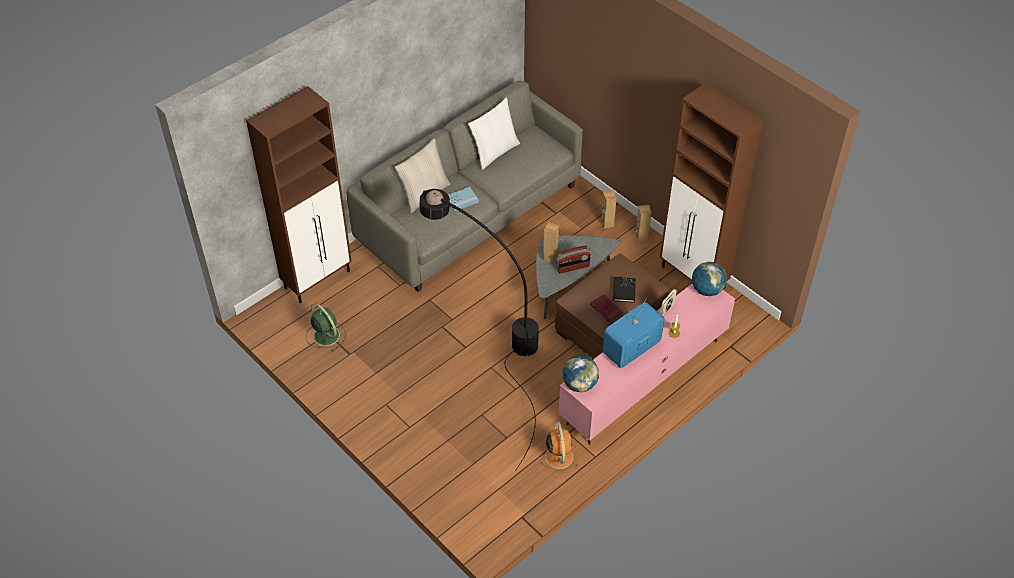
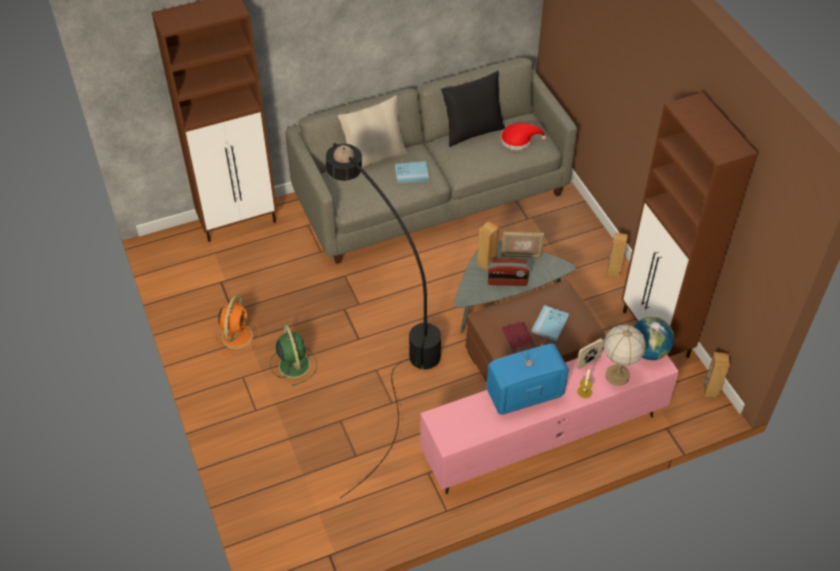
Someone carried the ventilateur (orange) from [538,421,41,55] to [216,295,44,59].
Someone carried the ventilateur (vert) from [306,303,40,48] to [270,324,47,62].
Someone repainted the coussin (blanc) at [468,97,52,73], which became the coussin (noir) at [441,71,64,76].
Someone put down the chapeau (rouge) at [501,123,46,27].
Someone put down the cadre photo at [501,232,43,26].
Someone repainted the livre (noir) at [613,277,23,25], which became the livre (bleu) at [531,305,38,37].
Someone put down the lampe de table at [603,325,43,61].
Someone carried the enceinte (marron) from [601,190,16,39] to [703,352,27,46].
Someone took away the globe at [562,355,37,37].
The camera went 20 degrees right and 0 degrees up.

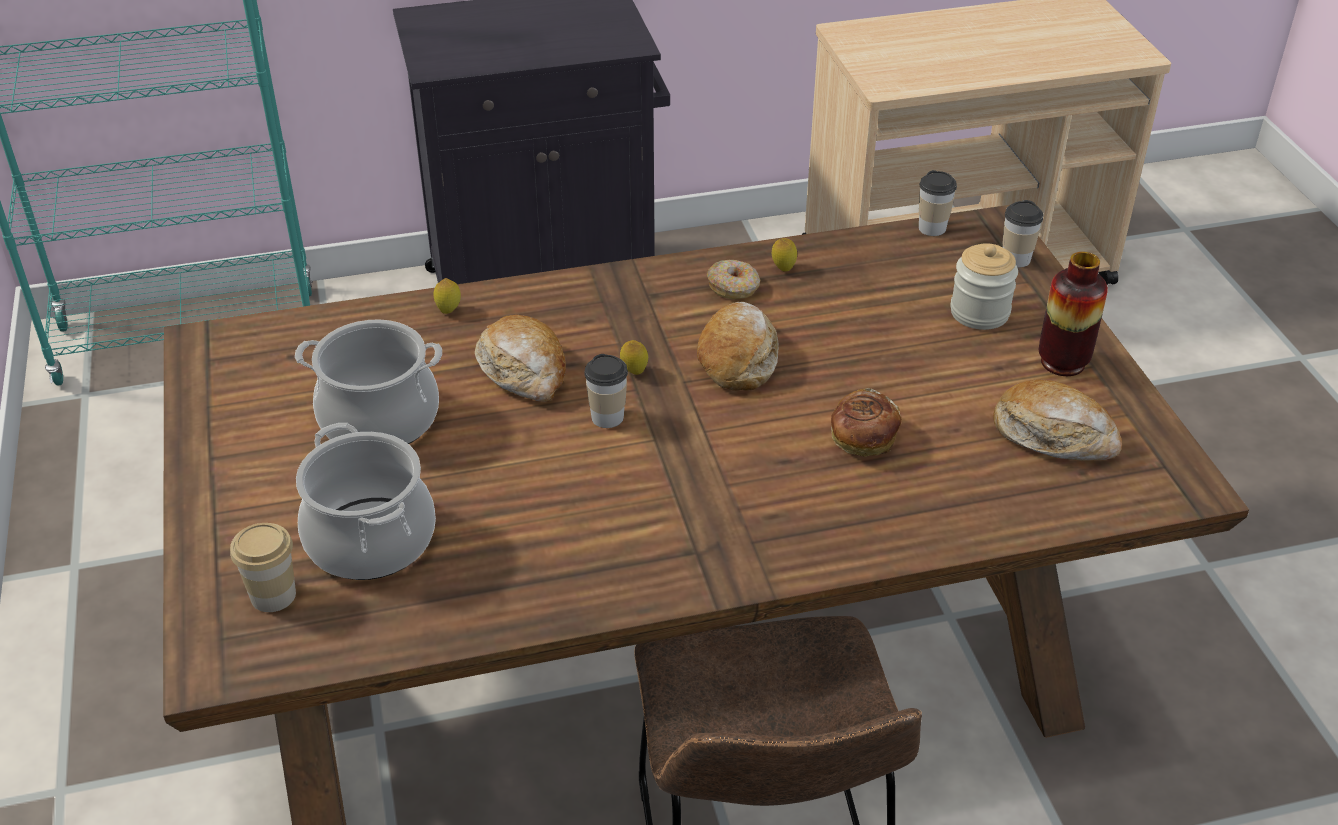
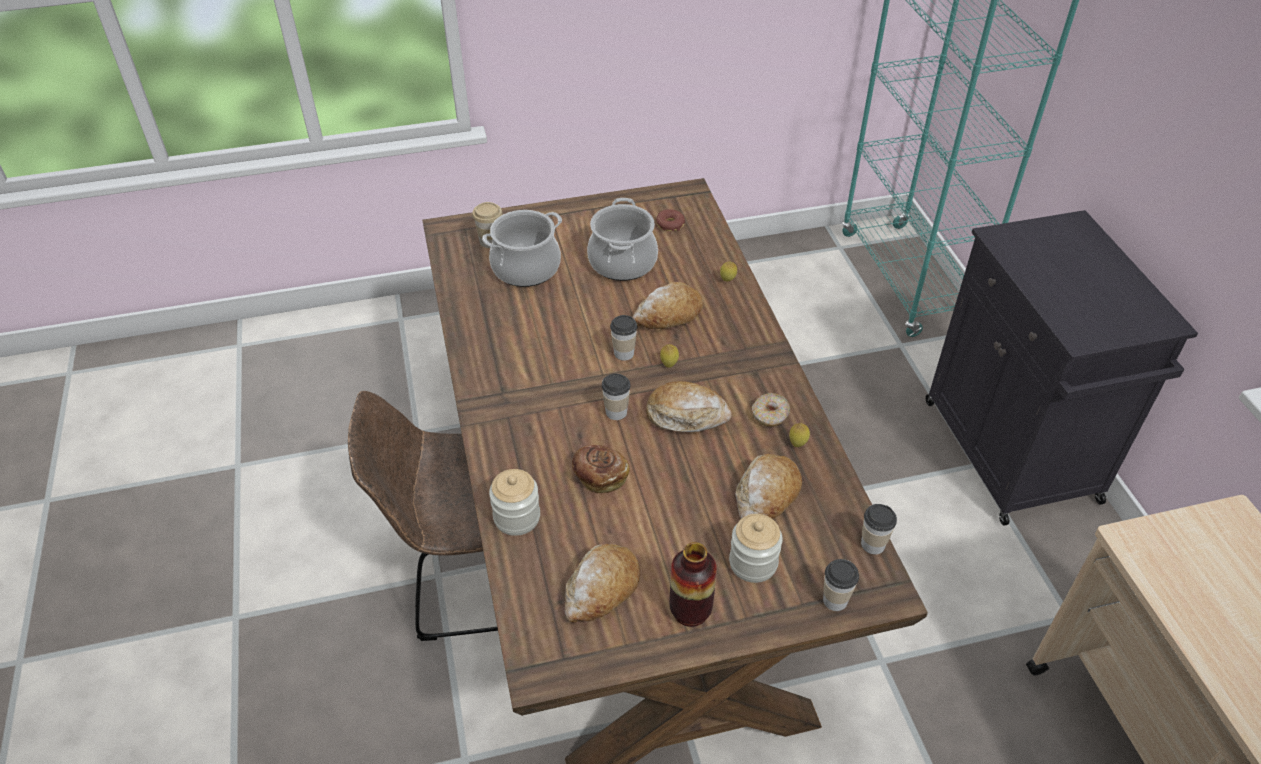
Someone put down the bocal at [489,469,51,67].
Someone put down the tasse at [602,373,29,47].
Someone put down the beignet at [656,209,29,22].
Someone put down the pain at [735,454,67,65].
The camera went 90 degrees right and 5 degrees up.

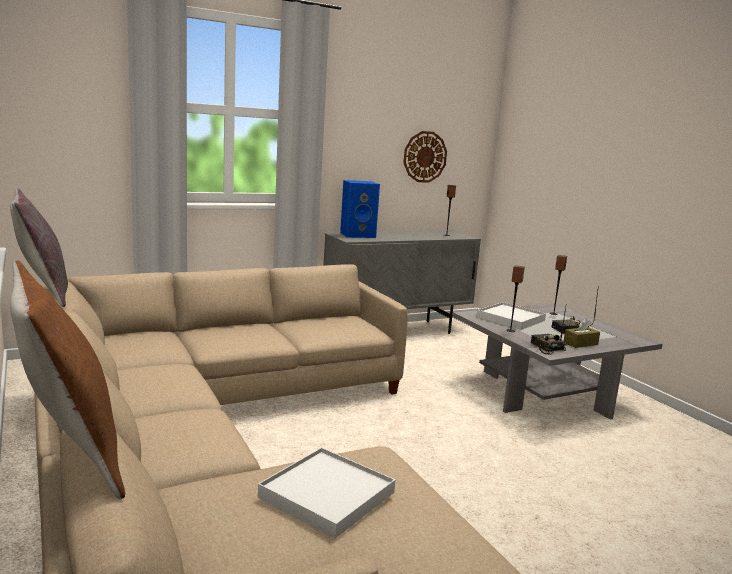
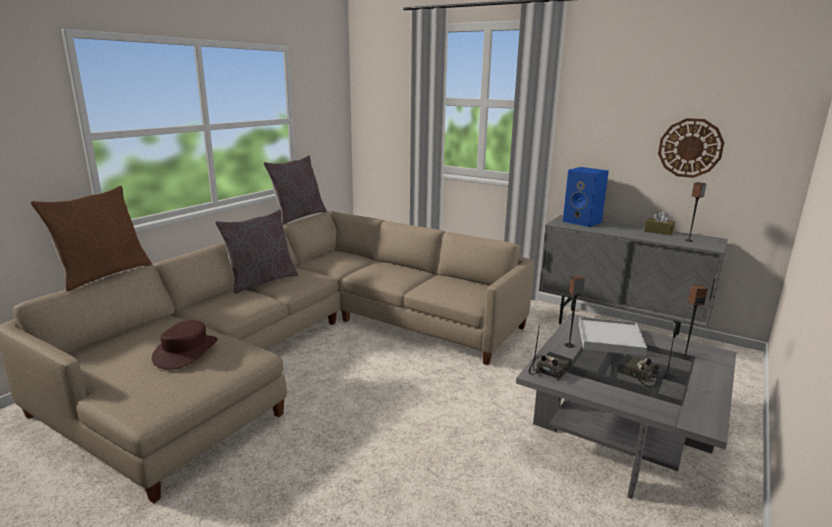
Someone swapped the plateau (blanc) at [258,447,137,91] for the chapeau (marron) at [152,320,66,49].
Someone put down the coussin (gris) at [215,209,83,85].
Someone carried the boîte à mouchoirs (marron) from [564,318,36,30] to [644,211,31,24].
The camera went 60 degrees right and 5 degrees up.

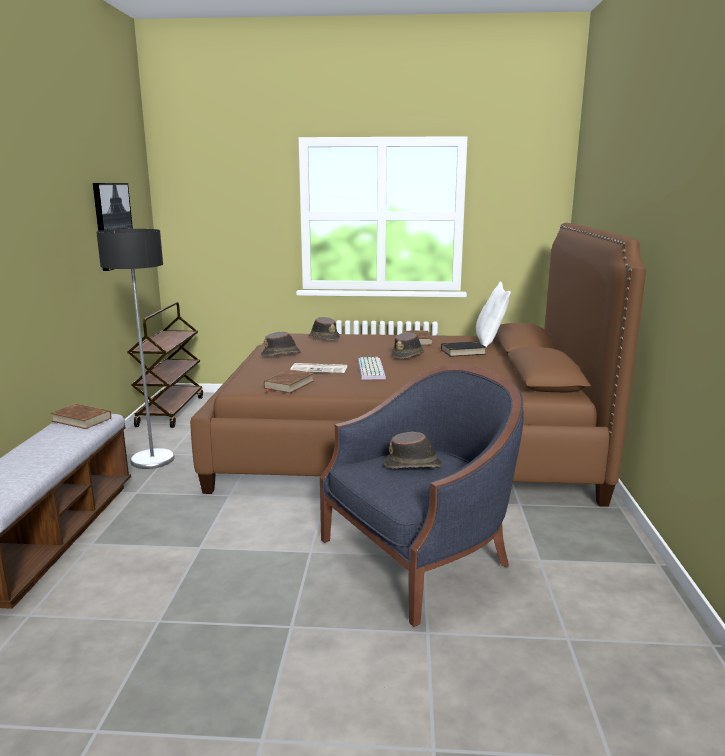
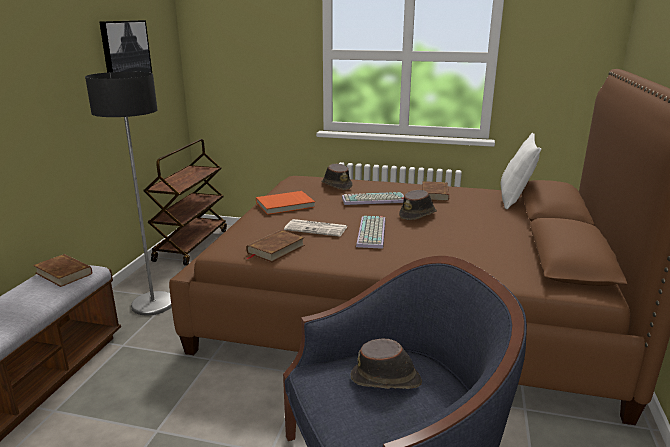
Someone swapped the chapeau (marron) at [261,332,40,24] for the livre (orange) at [256,191,59,24].
Someone put down the clavier at [342,192,62,13].
Someone took away the livre (noir) at [441,341,46,16].
The camera went 10 degrees right and 5 degrees up.

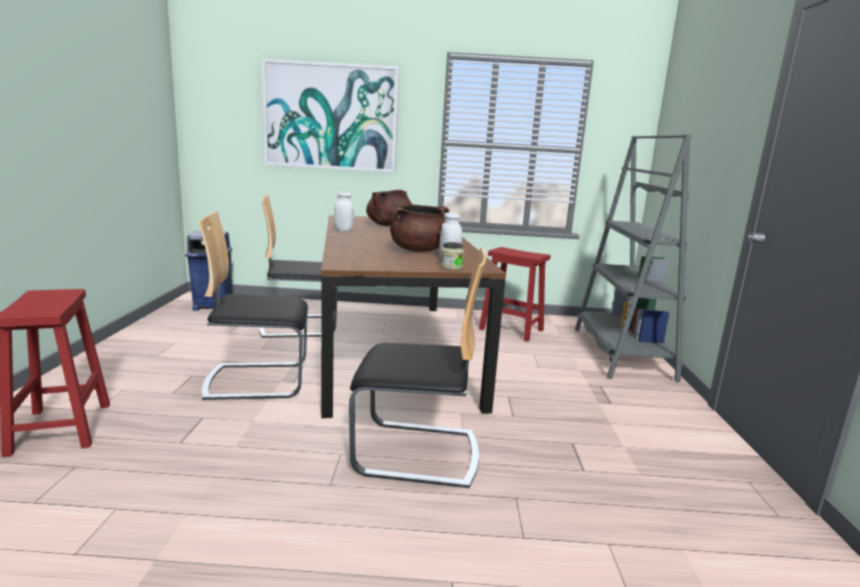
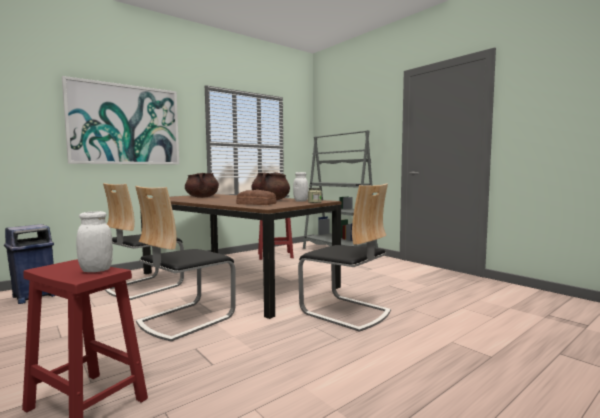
Someone carried the bocal (blanc) from [334,192,20,39] to [76,211,37,61].
Someone put down the pain at [236,190,41,15].
Someone rotated the chaise at [349,247,137,241] by 75 degrees clockwise.
The camera went 40 degrees left and 10 degrees down.

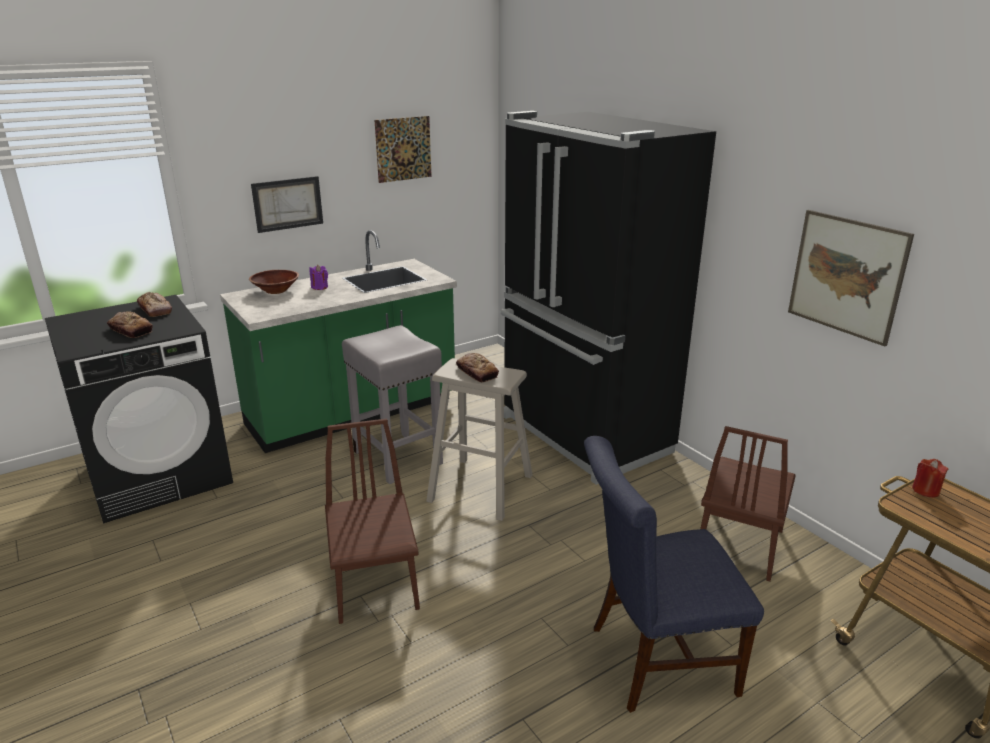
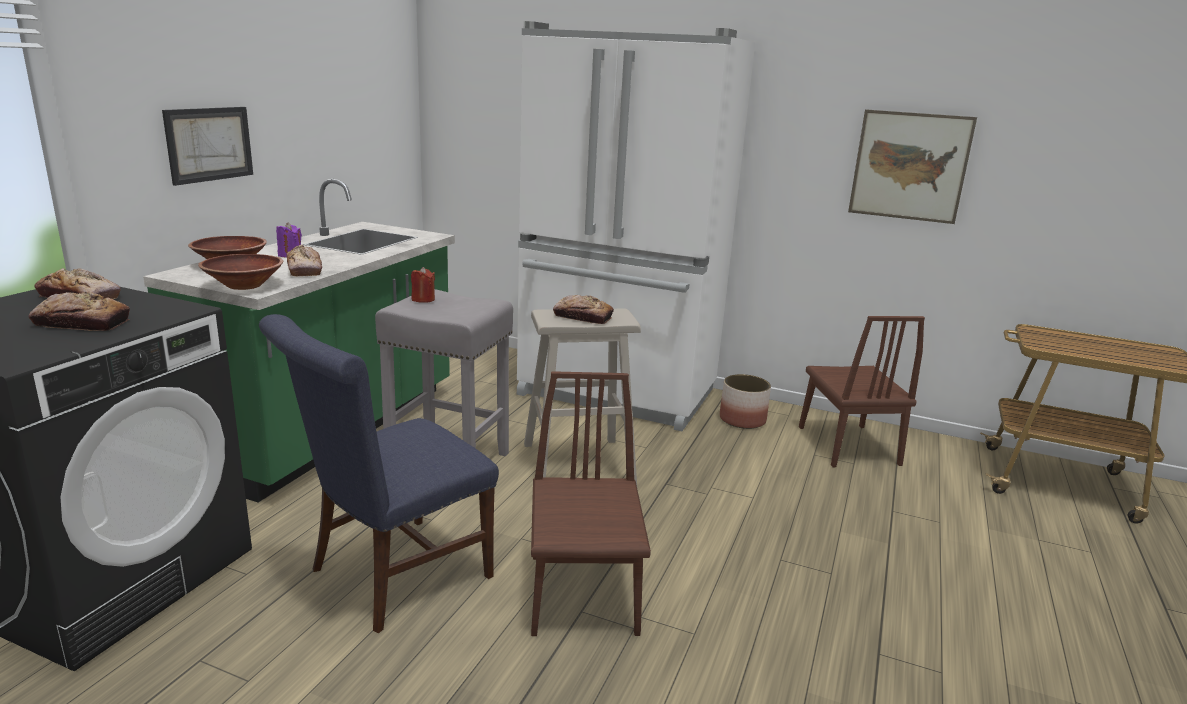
Someone put down the bol (marron) at [198,254,85,36].
Someone carried the chaise (bleu) from [584,436,180,277] to [259,314,240,319].
Someone put down the pain at [286,245,36,32].
Someone carried the bougie (rouge) from [912,459,36,39] to [411,267,24,36].
Someone repainted the réfrigérateur (noir) at [500,111,216,374], which became the réfrigérateur (blanc) at [517,21,238,410].
Someone rotated the chaise (marron) at [325,418,95,206] by 45 degrees clockwise.
Someone put down the cache-pot at [720,374,51,55].
Someone took away the tableau at [374,116,58,67].
The camera went 35 degrees left and 5 degrees down.

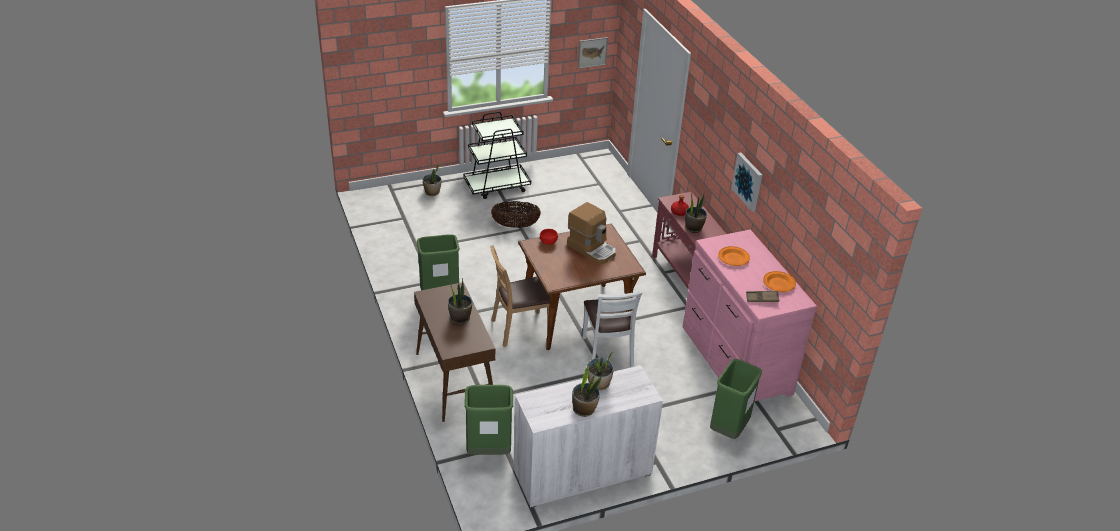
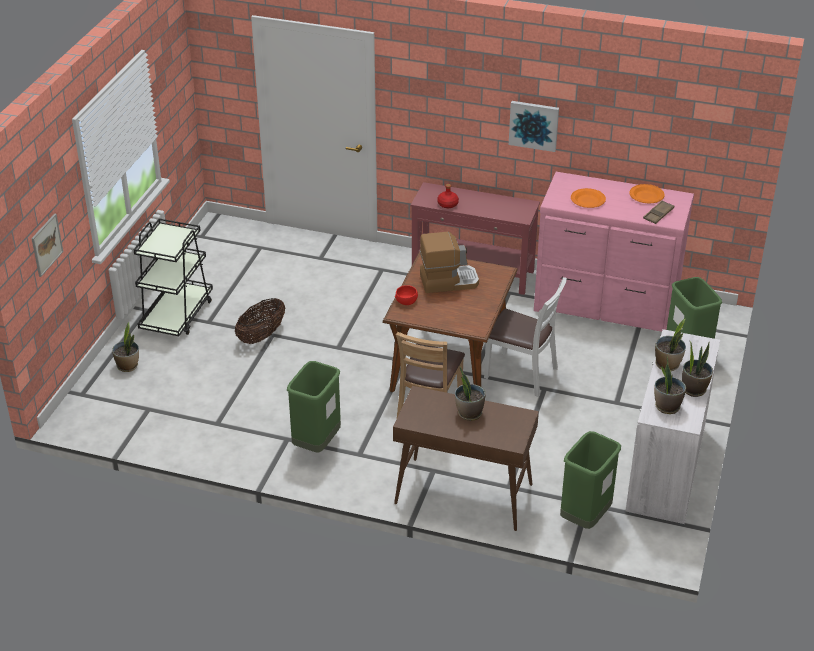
Someone carried the tableau from [578,37,30,32] to [31,214,32,63].
Someone carried the plante en pot from [685,193,22,40] to [654,357,32,57].
The camera went 50 degrees left and 0 degrees up.

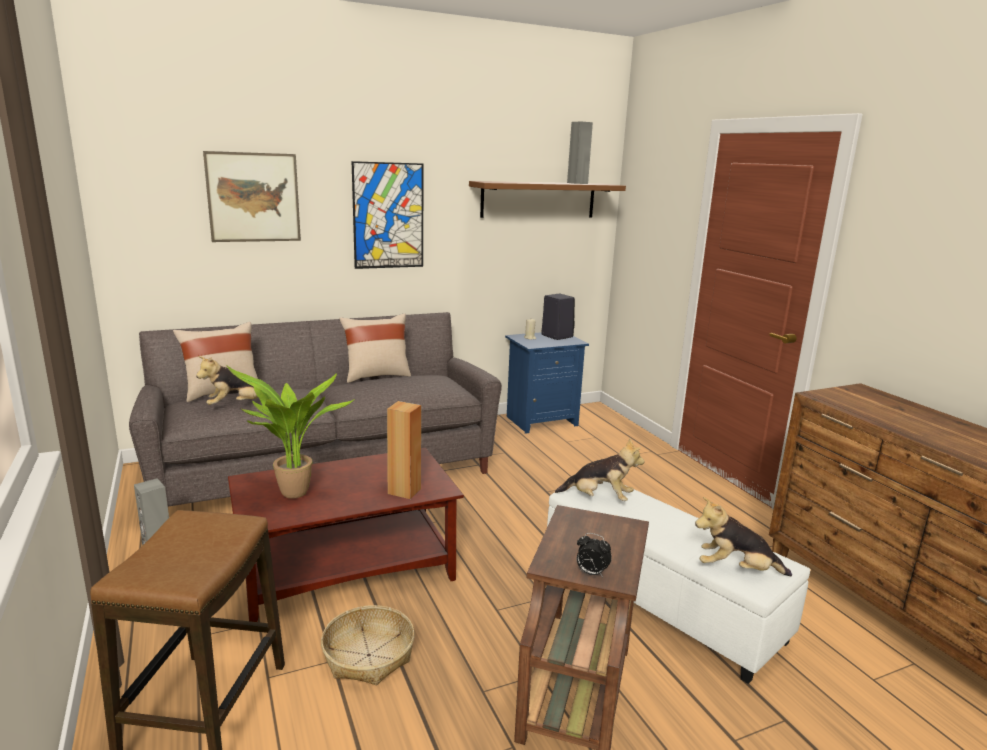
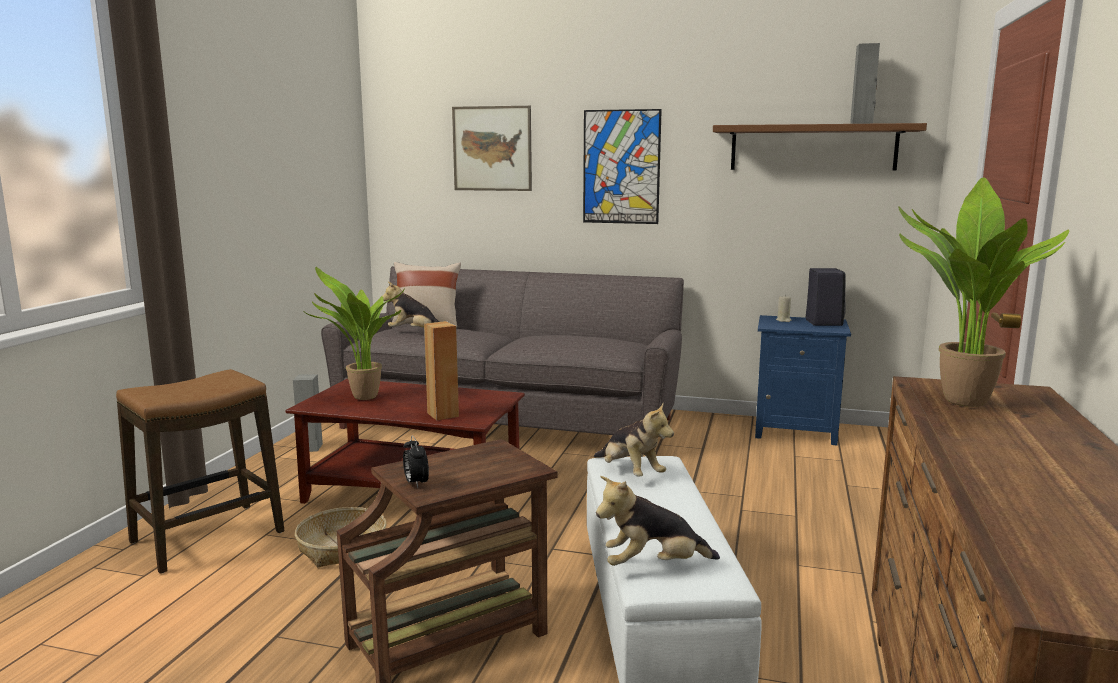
Someone rotated the peluche at [695,497,97,79] by 60 degrees counterclockwise.
Someone put down the plante en pot at [898,177,171,230].
Someone took away the coussin (beige) at [339,313,72,70].
The camera went 40 degrees right and 5 degrees down.

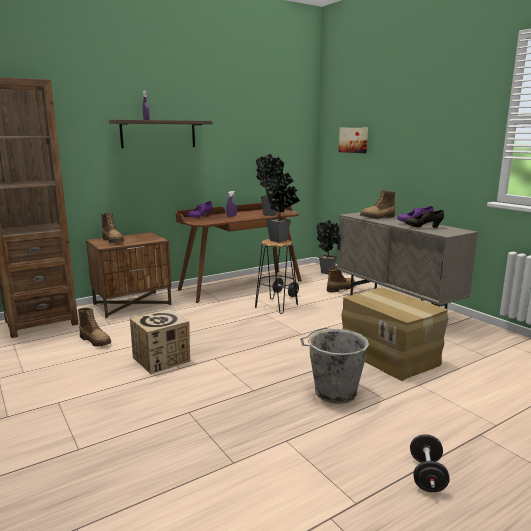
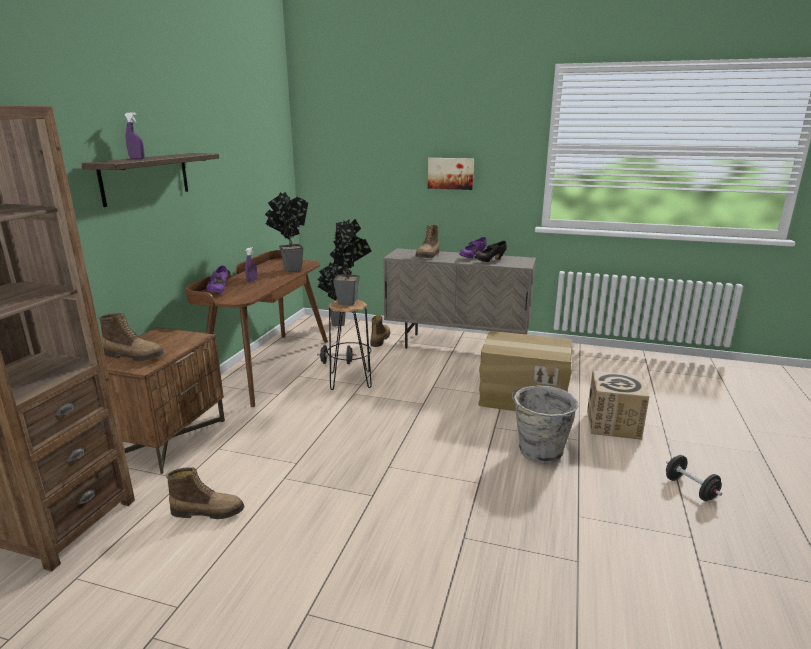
Someone carried the tableau from [339,128,29,25] to [428,158,46,32].
Someone carried the carton from [130,309,60,65] to [587,371,62,69].
The camera went 40 degrees left and 5 degrees up.

